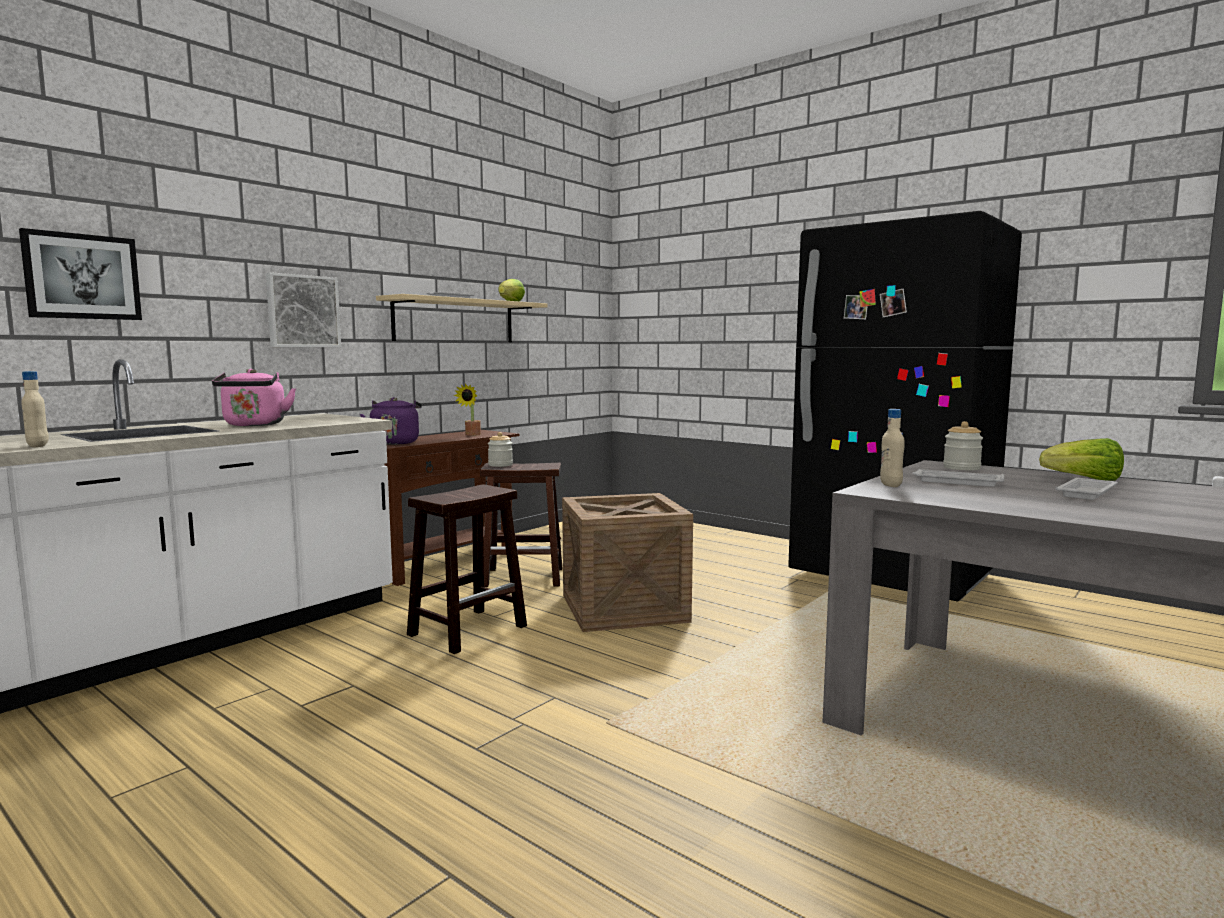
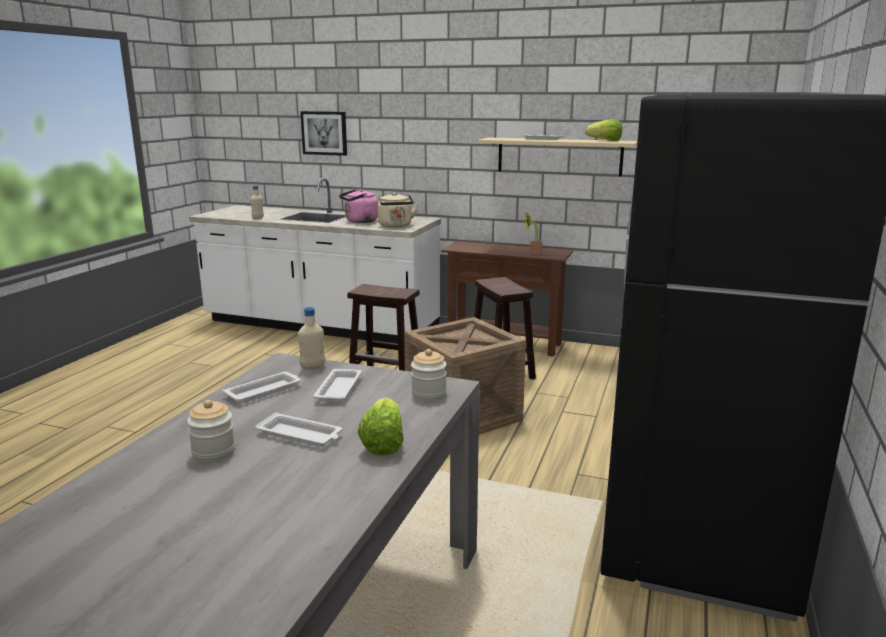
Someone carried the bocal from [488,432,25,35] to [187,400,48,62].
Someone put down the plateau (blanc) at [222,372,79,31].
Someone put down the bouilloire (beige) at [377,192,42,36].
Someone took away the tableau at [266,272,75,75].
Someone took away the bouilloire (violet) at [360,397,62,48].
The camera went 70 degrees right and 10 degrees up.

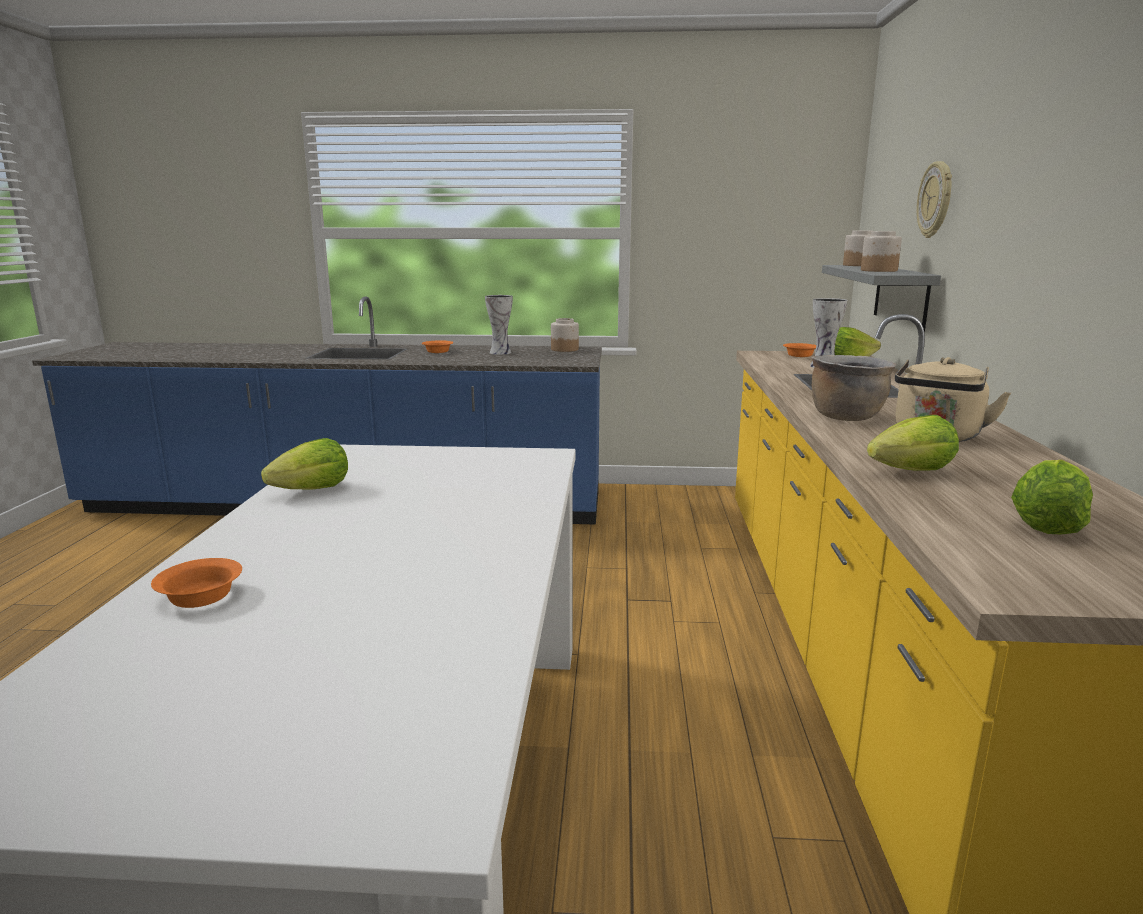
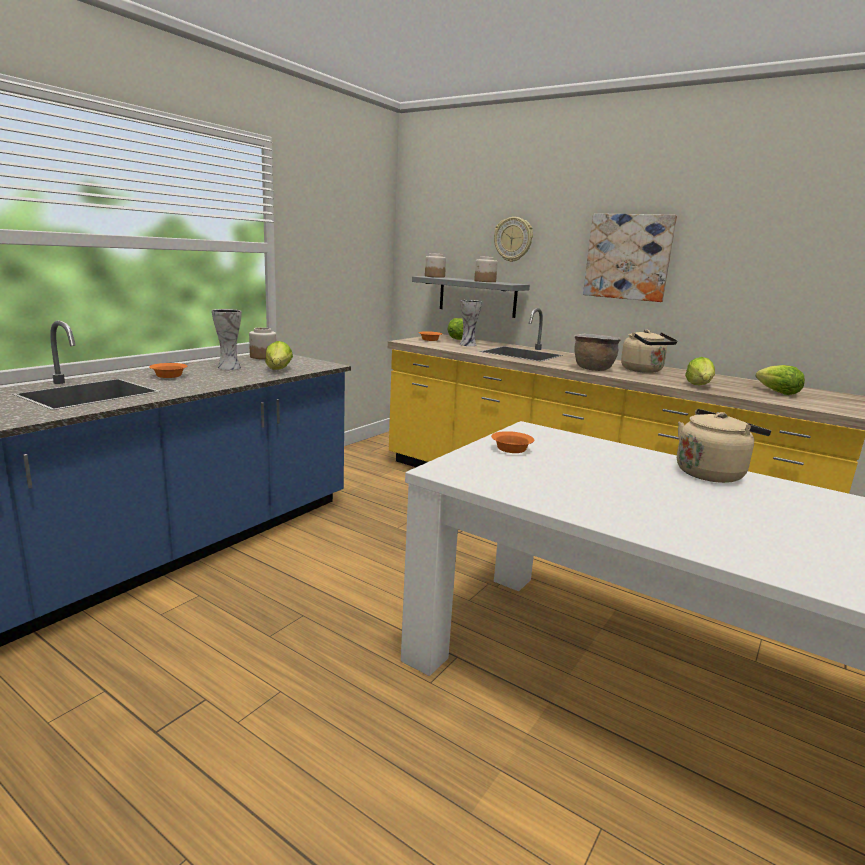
Someone carried the laitue from [261,438,87,52] to [265,341,28,29].
Someone carried the bol (orange) from [151,558,91,50] to [491,431,43,22].
Someone put up the tableau at [583,213,94,89].
Someone put down the bouilloire (beige) at [677,409,94,74].
The camera went 60 degrees left and 0 degrees up.

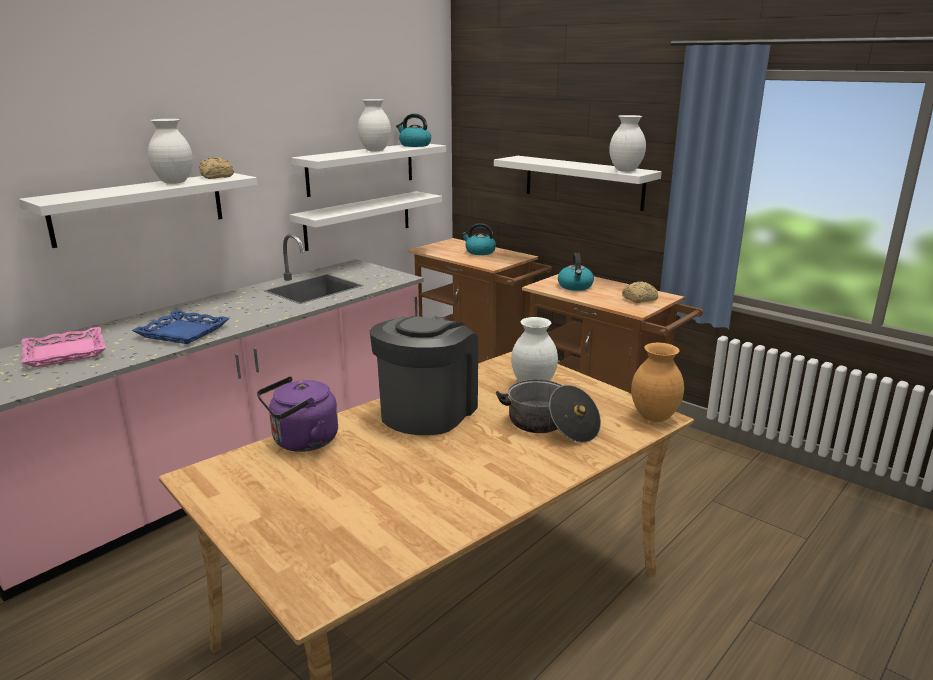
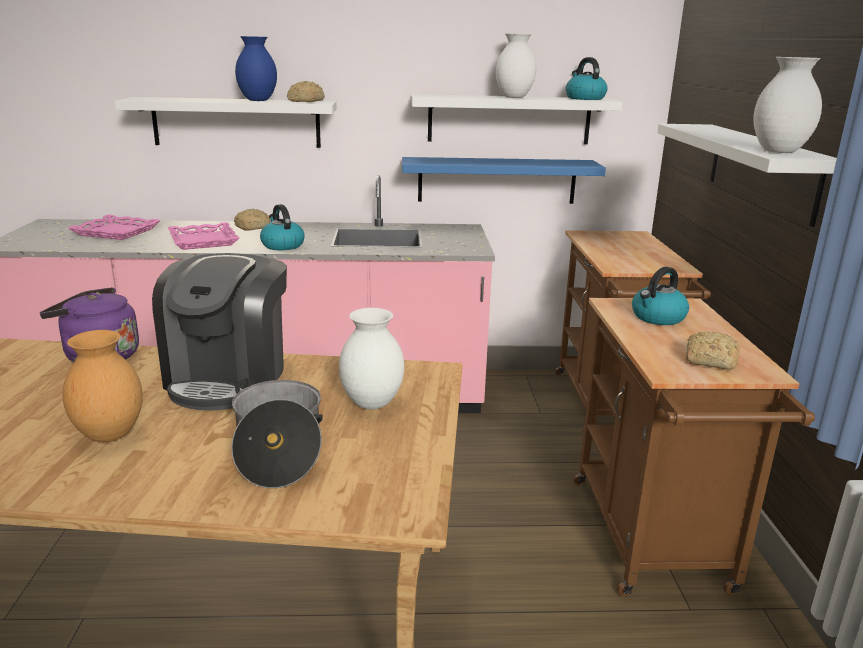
Someone carried the vase (marron) from [631,343,53,79] to [63,330,80,112].
Someone rotated the machine à café at [370,316,108,119] by 120 degrees clockwise.
Someone repainted the plateau (bleu) at [132,310,97,34], which became the plateau (rose) at [168,222,71,28].
Someone put down the pain at [234,209,37,22].
Someone repainted the vase (blanc) at [148,119,45,65], which became the vase (bleu) at [235,36,42,65].
Someone carried the bouilloire from [461,223,35,32] to [260,204,45,46].
Someone repainted the étagère (blanc) at [289,191,153,60], which became the étagère (bleu) at [402,157,204,47].
The camera went 45 degrees right and 0 degrees up.

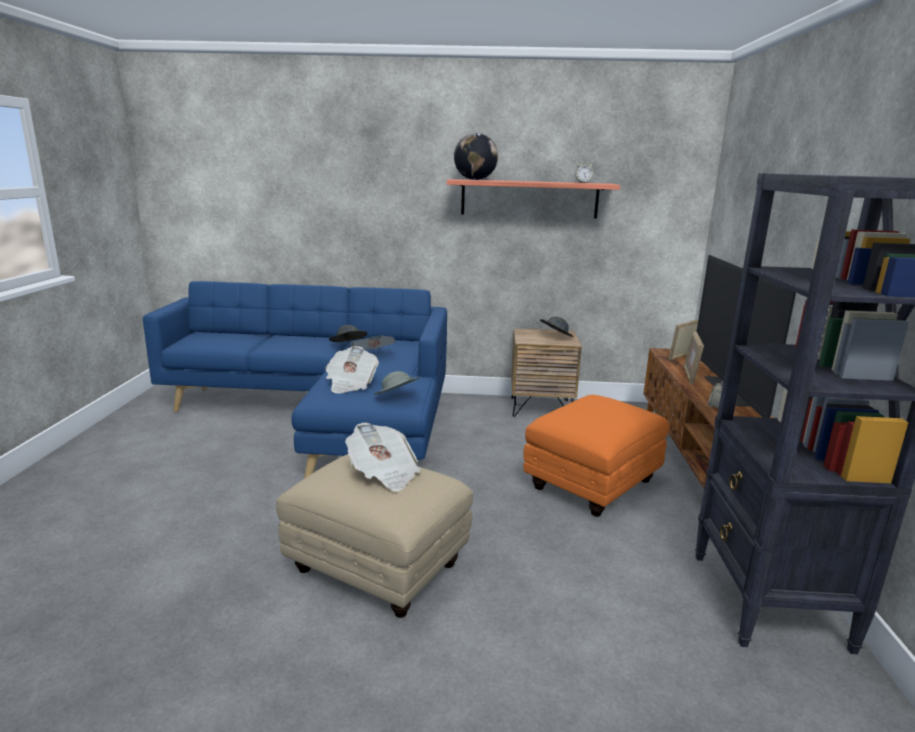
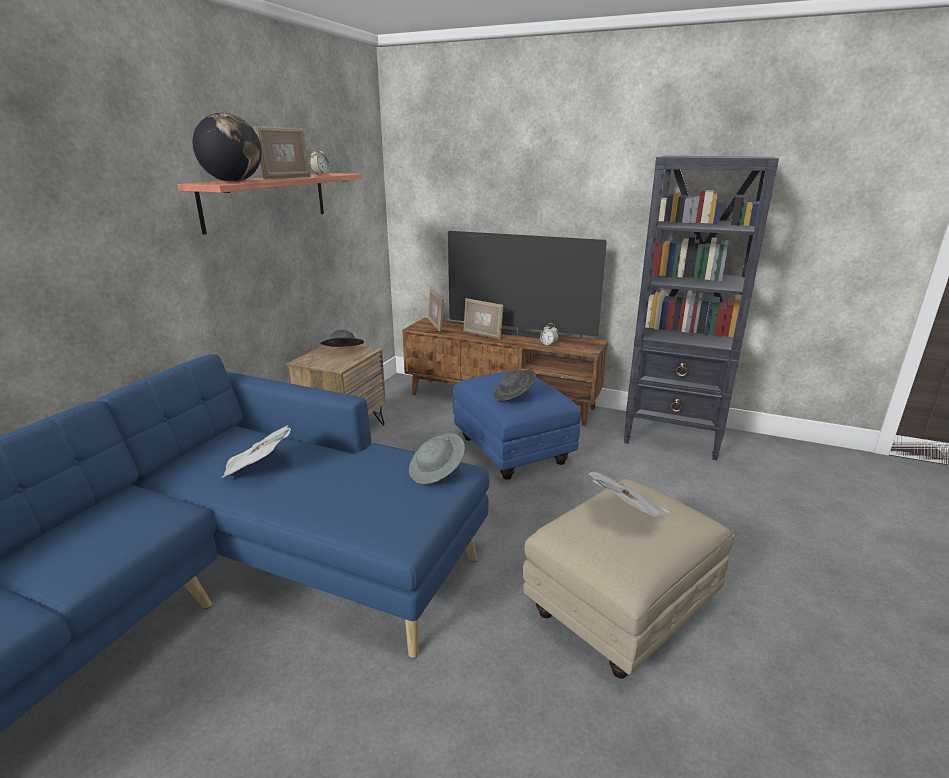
Someone put down the cadre photo at [254,126,57,53].
Someone repainted the pouf (orange) at [523,395,147,122], which became the pouf (bleu) at [452,370,130,110].
Someone carried the chapeau (gris) from [329,325,39,17] to [494,370,42,31].
Someone took away the journal at [325,346,54,47].
The camera went 70 degrees left and 5 degrees up.

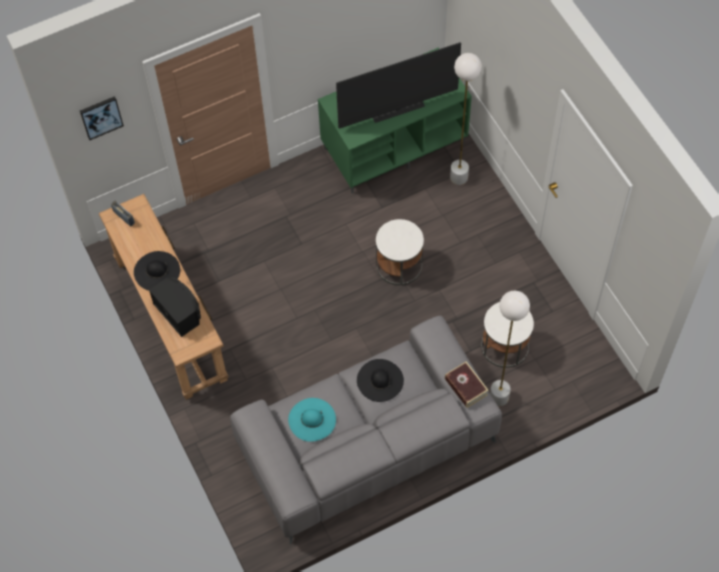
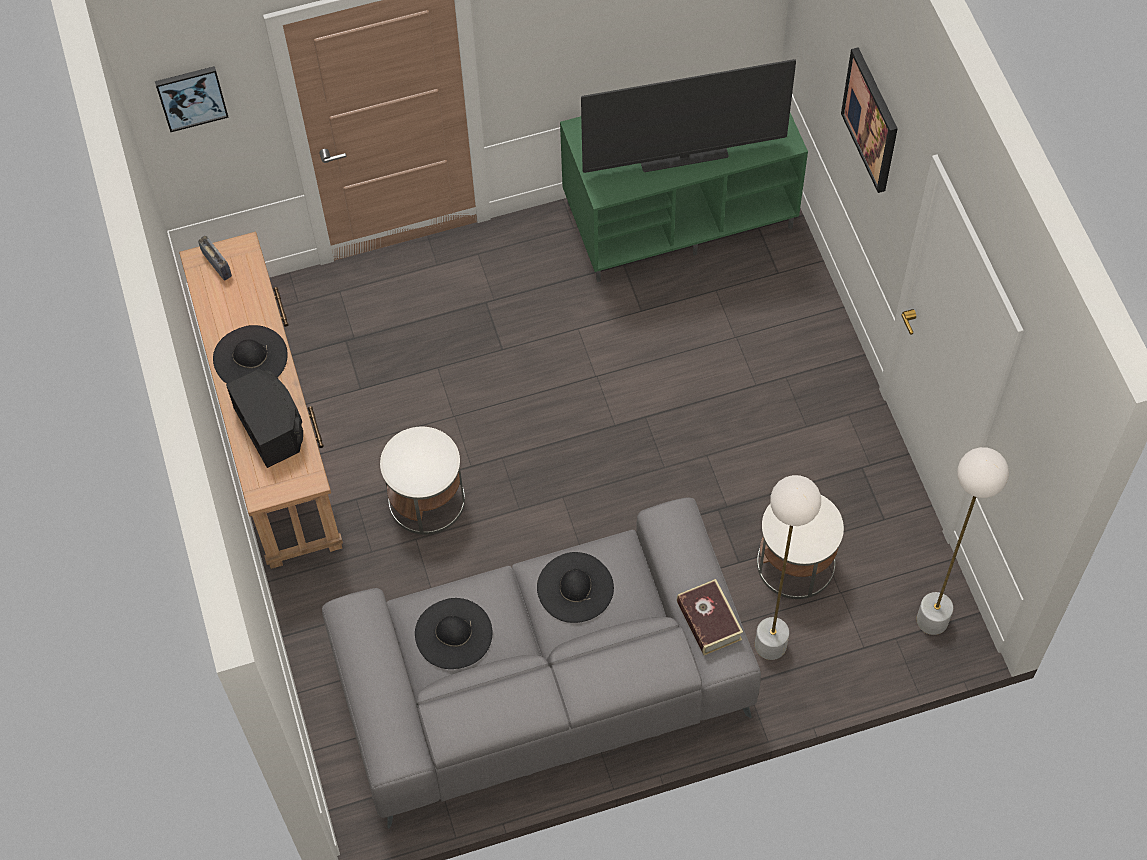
Someone carried the table d'appoint (blanc) from [376,219,48,66] to [380,427,85,108].
Someone repainted the chapeau (turquoise) at [288,398,48,44], which became the chapeau (noir) at [415,598,77,71].
Someone put up the tableau at [841,47,57,146].
Someone carried the lampadaire (blanc) from [450,53,32,132] to [916,447,93,188].
The camera went 10 degrees right and 0 degrees up.

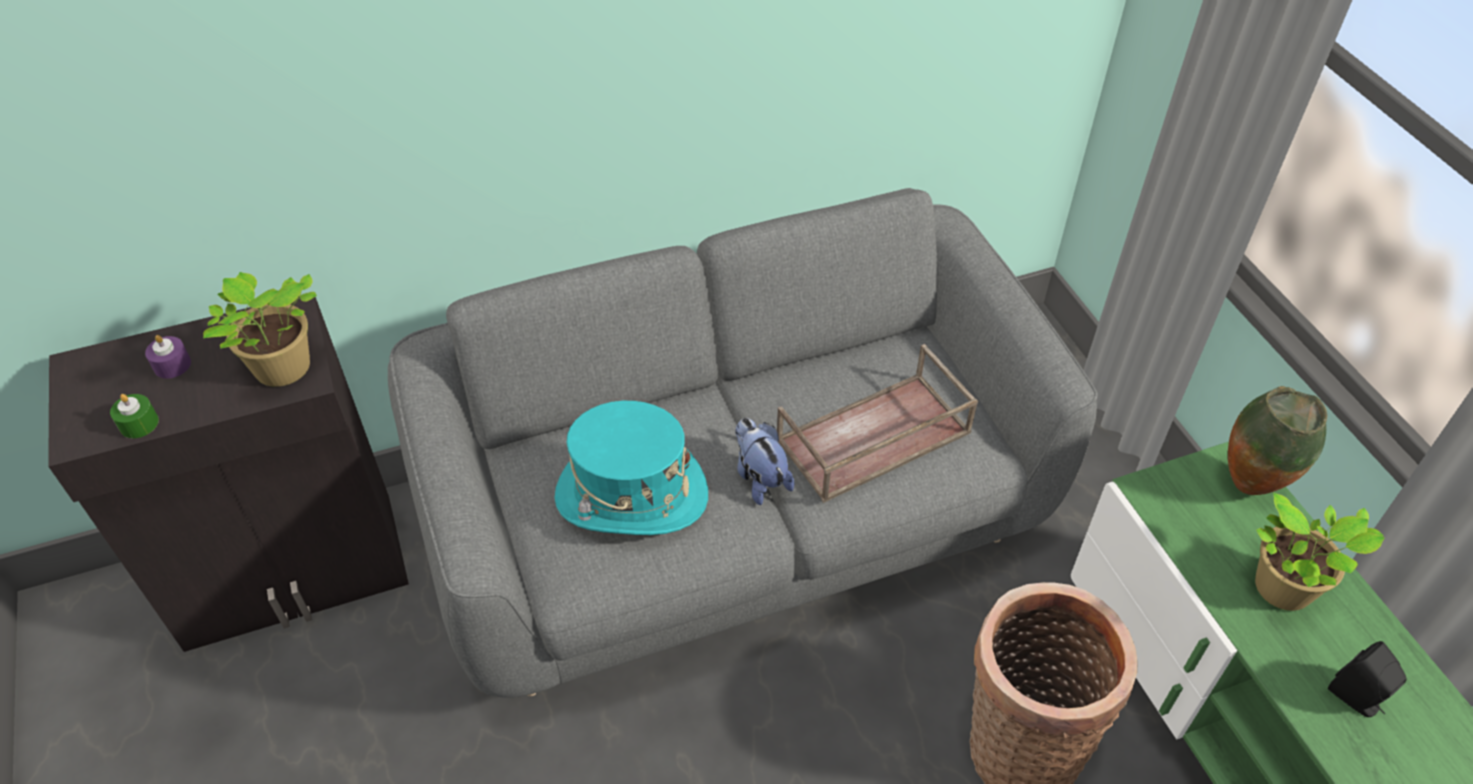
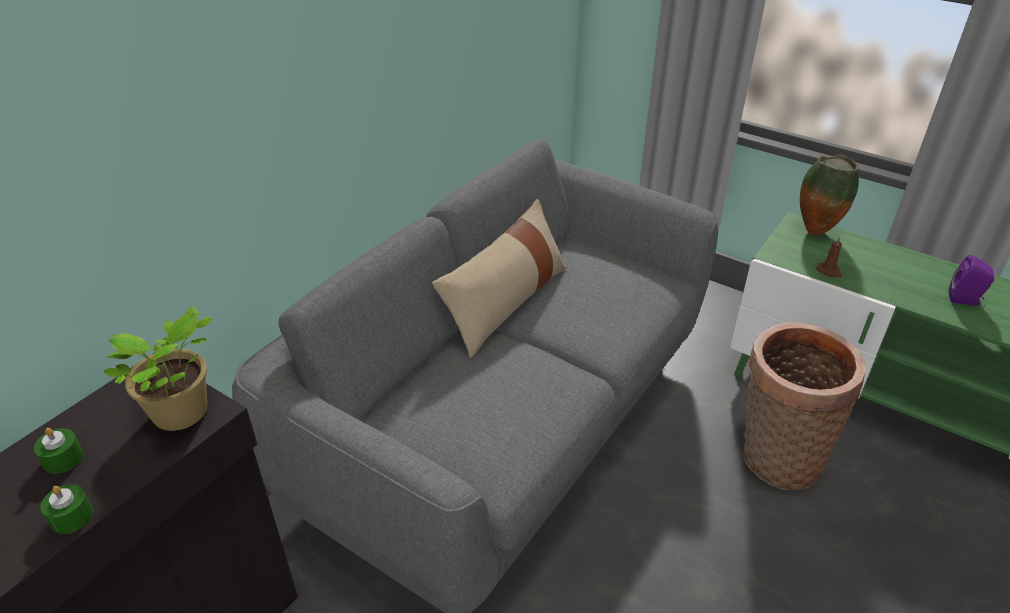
Someone repainted the bougie (violet) at [145,335,46,44], which became the bougie (vert) at [34,428,49,45].
Someone put down the coussin (beige) at [432,199,135,159].
Someone put down the bougie (marron) at [816,236,26,42].
Someone repainted the enceinte (noir) at [1328,641,78,76], which became the enceinte (violet) at [949,255,45,51].
Someone took away the chapeau (turquoise) at [555,401,153,134].
Someone took away the peluche at [735,418,59,87].
Someone took away the plateau (marron) at [777,344,201,159].
Someone took away the plante en pot at [1255,493,130,118].
The camera went 35 degrees left and 10 degrees down.

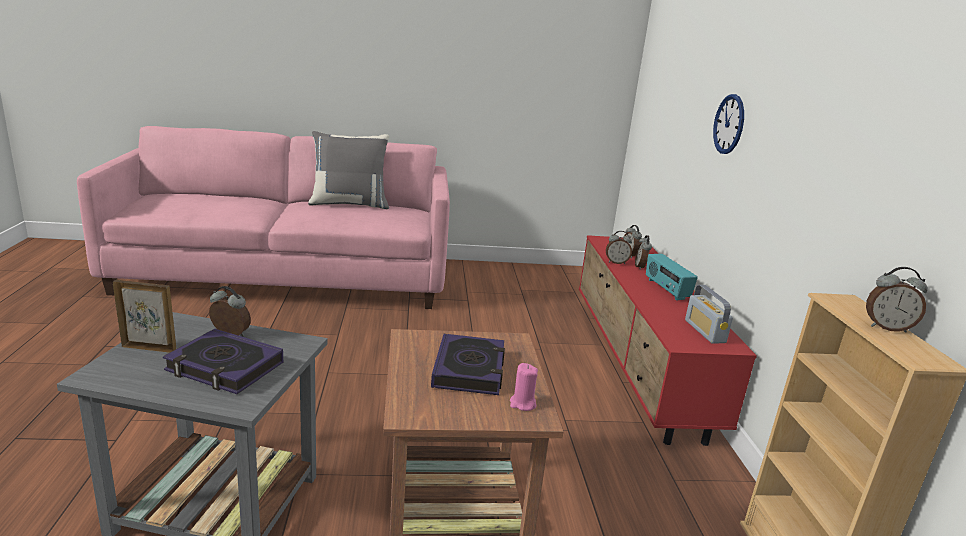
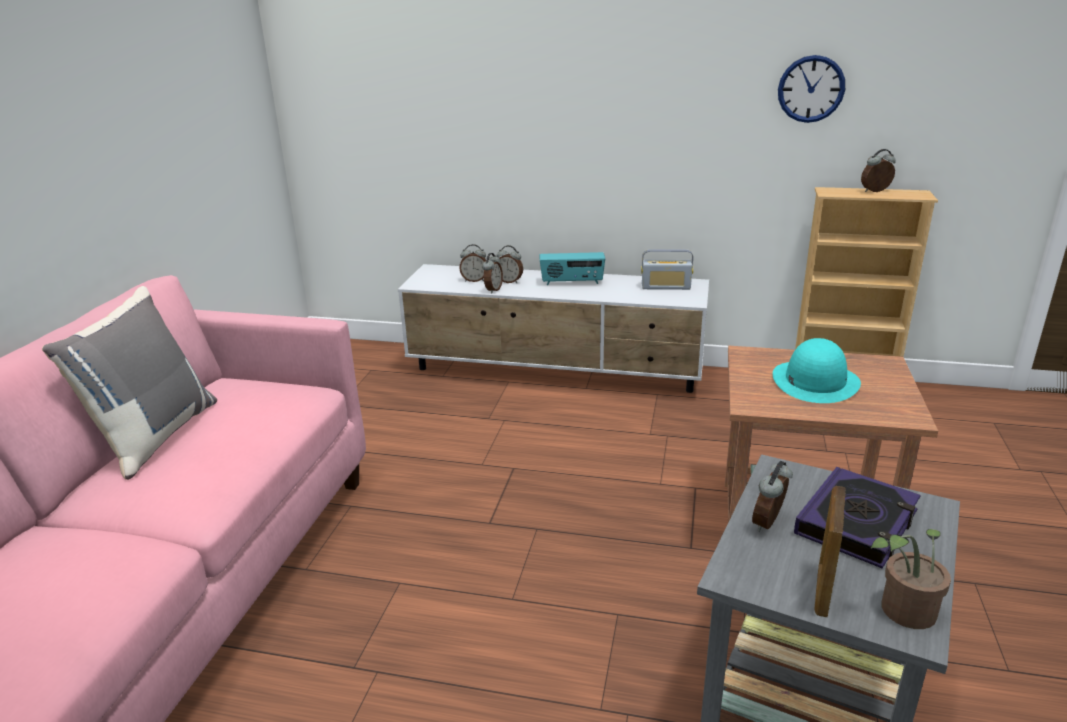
Someone repainted the meuble télé (rouge) at [579,235,178,211], which became the meuble télé (blanc) at [398,264,311,129].
Someone swapped the livre at [431,334,74,61] for the chapeau (turquoise) at [773,338,88,65].
Someone carried the horloge murale from [713,94,31,60] to [778,55,67,68].
Someone rotated the réveil at [866,267,62,65] by 135 degrees counterclockwise.
Someone put down the plante en pot at [870,529,81,100].
Someone took away the bougie (rose) at [510,363,28,48].
The camera went 70 degrees left and 5 degrees up.

